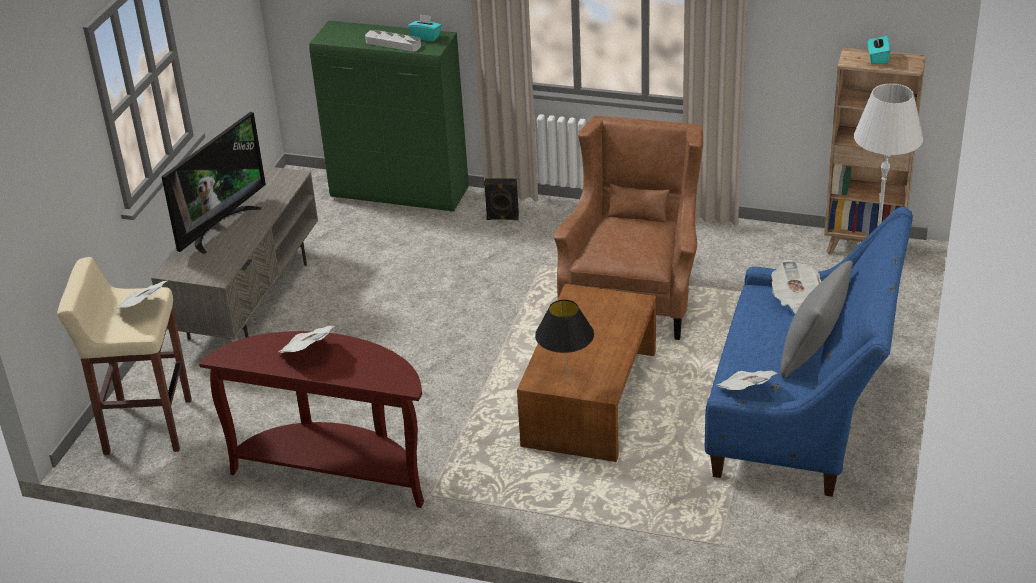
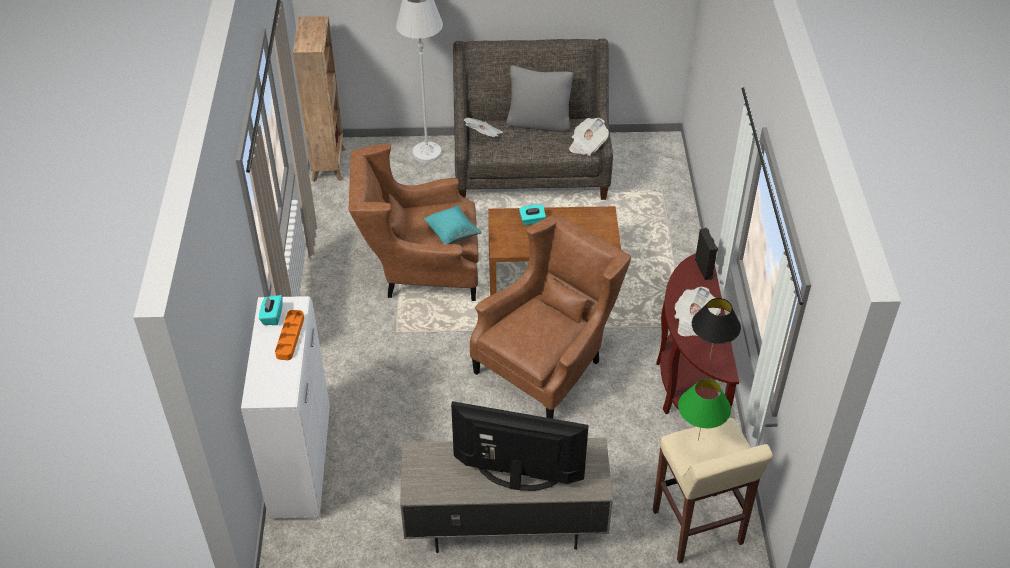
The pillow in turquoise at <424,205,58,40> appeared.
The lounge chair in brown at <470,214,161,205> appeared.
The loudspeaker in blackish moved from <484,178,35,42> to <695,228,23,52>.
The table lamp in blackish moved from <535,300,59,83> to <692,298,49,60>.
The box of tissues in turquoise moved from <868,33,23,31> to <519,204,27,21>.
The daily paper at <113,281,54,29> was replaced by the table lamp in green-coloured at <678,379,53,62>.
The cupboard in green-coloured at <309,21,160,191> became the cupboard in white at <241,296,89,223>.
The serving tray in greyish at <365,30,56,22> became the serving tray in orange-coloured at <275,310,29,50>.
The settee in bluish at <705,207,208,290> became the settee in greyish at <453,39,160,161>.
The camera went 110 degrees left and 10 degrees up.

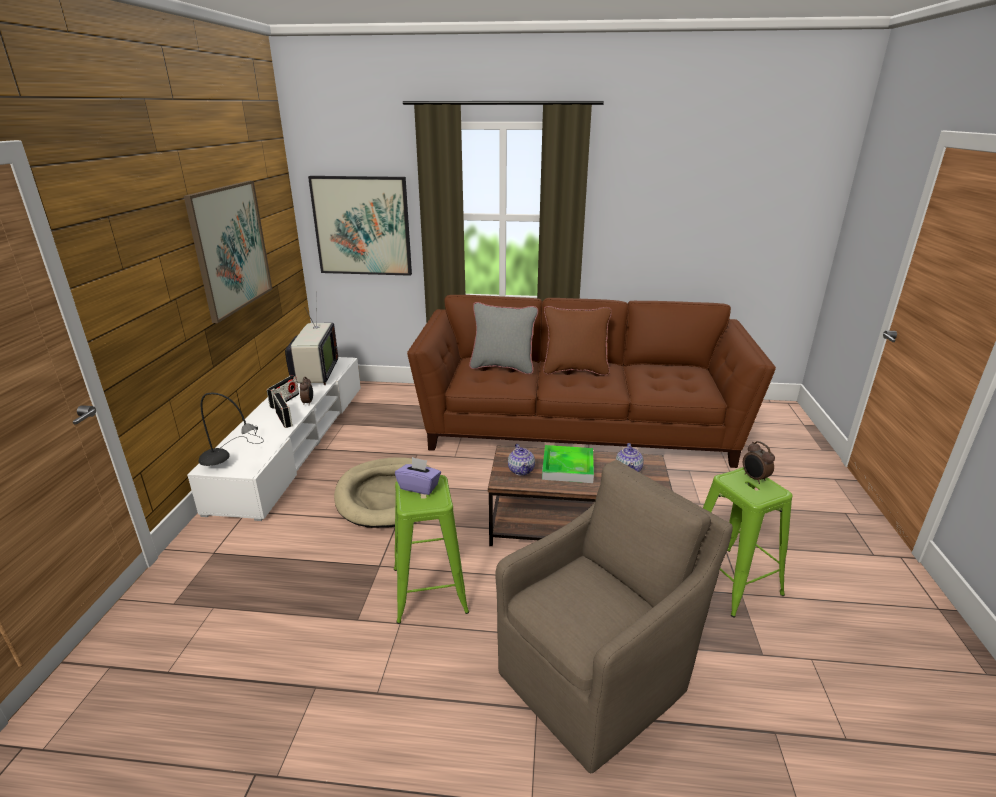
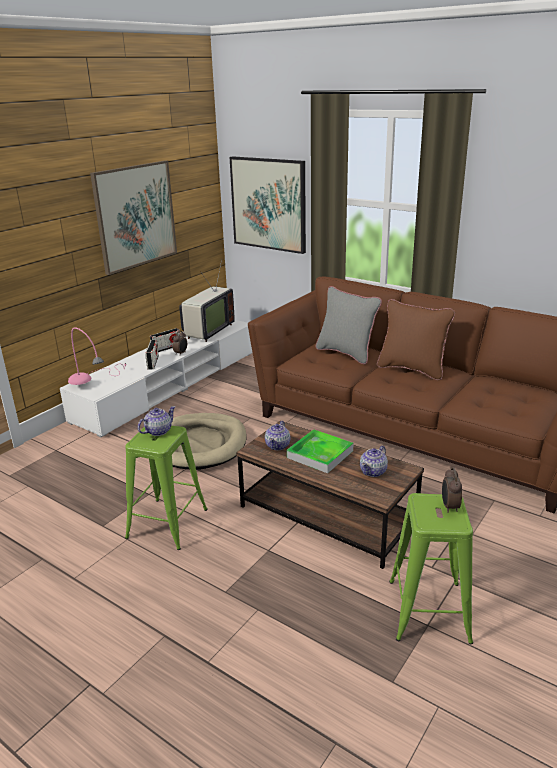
The lounge chair in brown at <495,460,238,313> disappeared.
The box of tissues in purple-coloured at <395,457,46,38> was replaced by the teapot at <138,406,37,30>.
The table lamp in greyish at <199,393,65,73> became the table lamp in pinkish at <68,327,58,58>.
The camera went 30 degrees right and 0 degrees up.

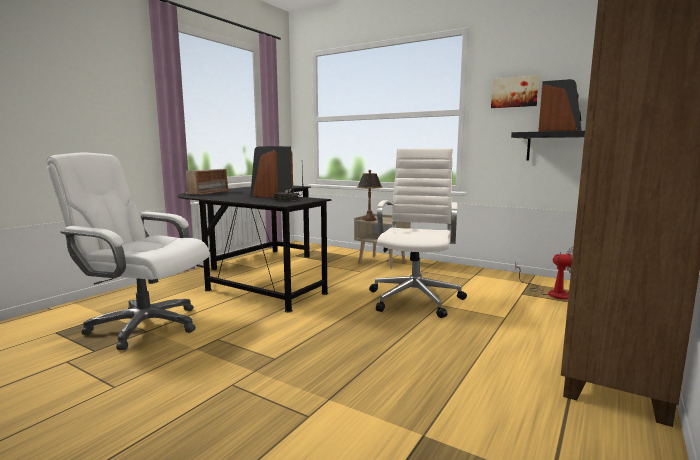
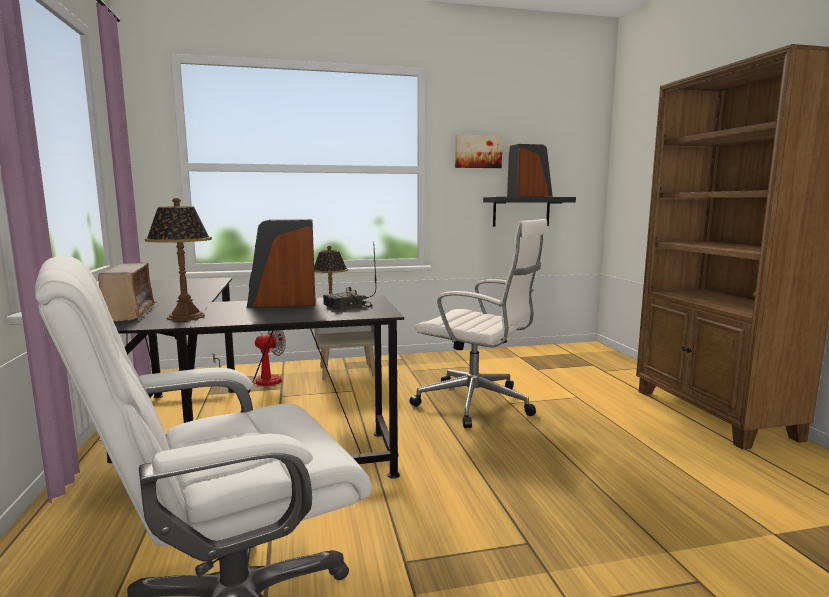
The table lamp at <145,198,67,123> appeared.
The fan moved from <515,247,58,53> to <213,330,73,56>.
The computer chair in white at <369,148,98,170> turned 150 degrees clockwise.
The camera went 45 degrees left and 0 degrees up.

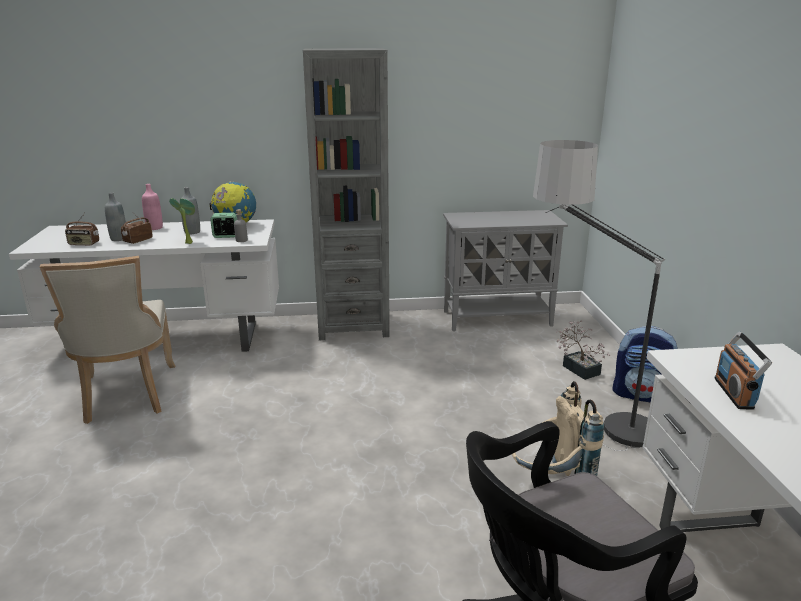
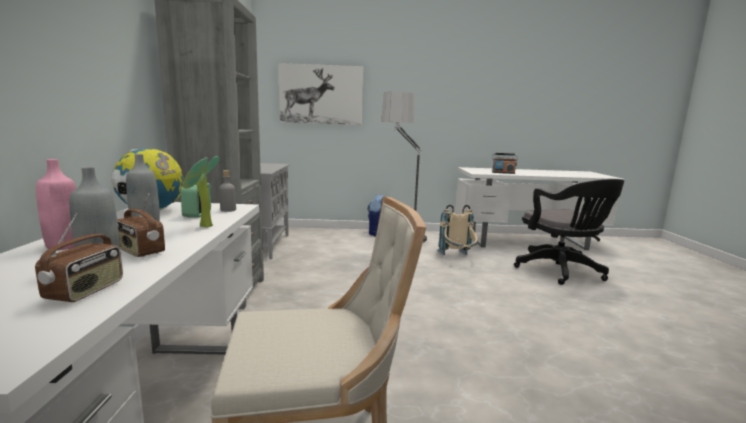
The potted plant at <556,321,54,59> disappeared.
The picture at <279,63,84,62> appeared.
The camera went 85 degrees left and 10 degrees down.

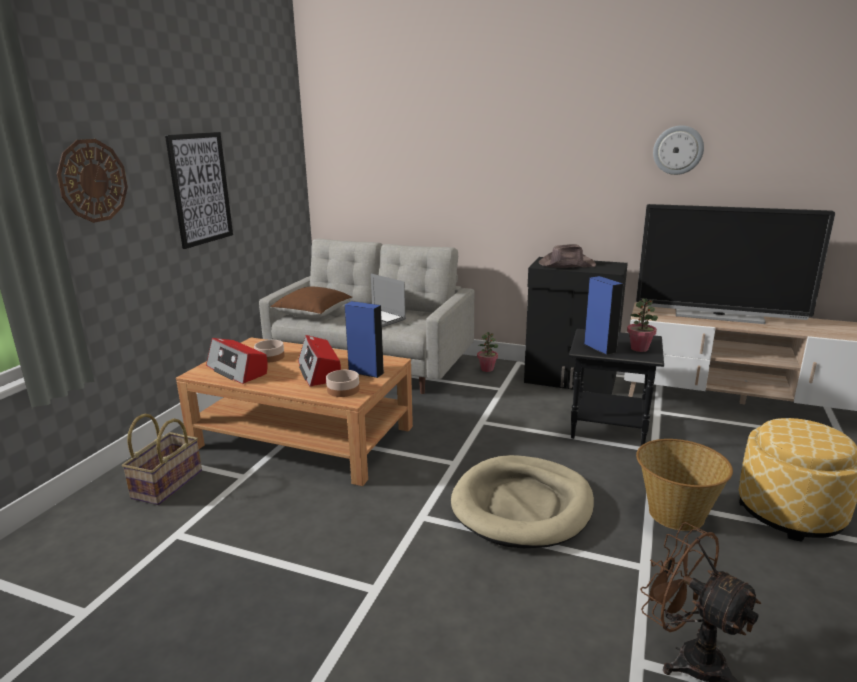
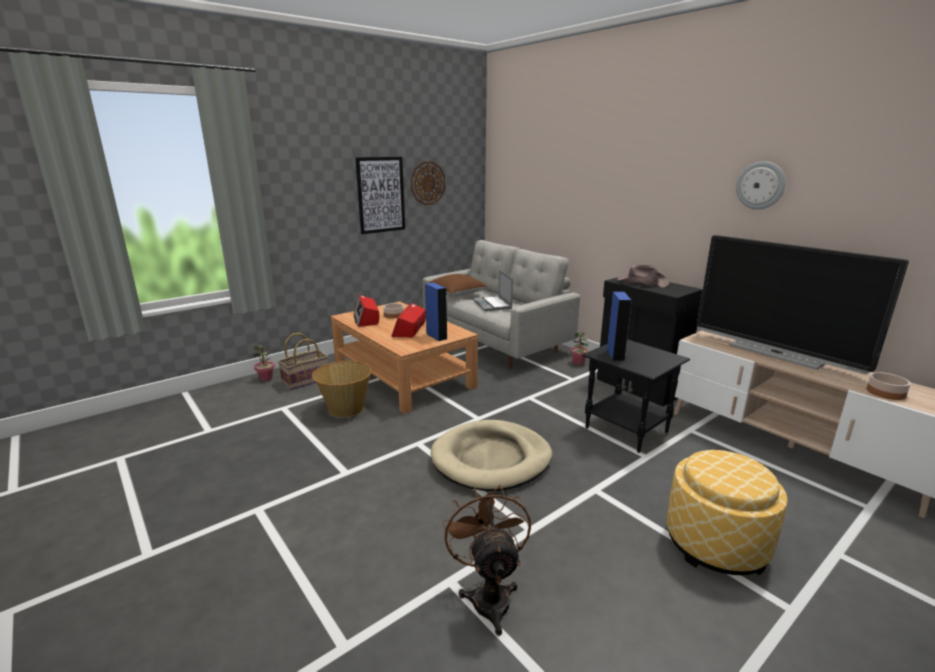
The hanging clock moved from <57,139,71,84> to <411,162,34,43>.
The serving bowl moved from <326,370,33,27> to <866,372,45,28>.
The potted plant moved from <627,298,31,54> to <253,345,22,36>.
The household basket moved from <636,439,97,92> to <312,361,60,56>.
The camera went 30 degrees right and 0 degrees up.

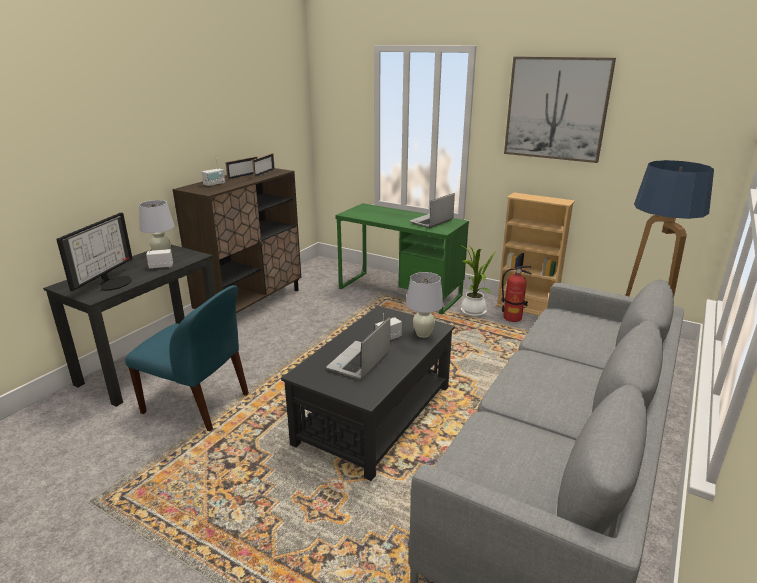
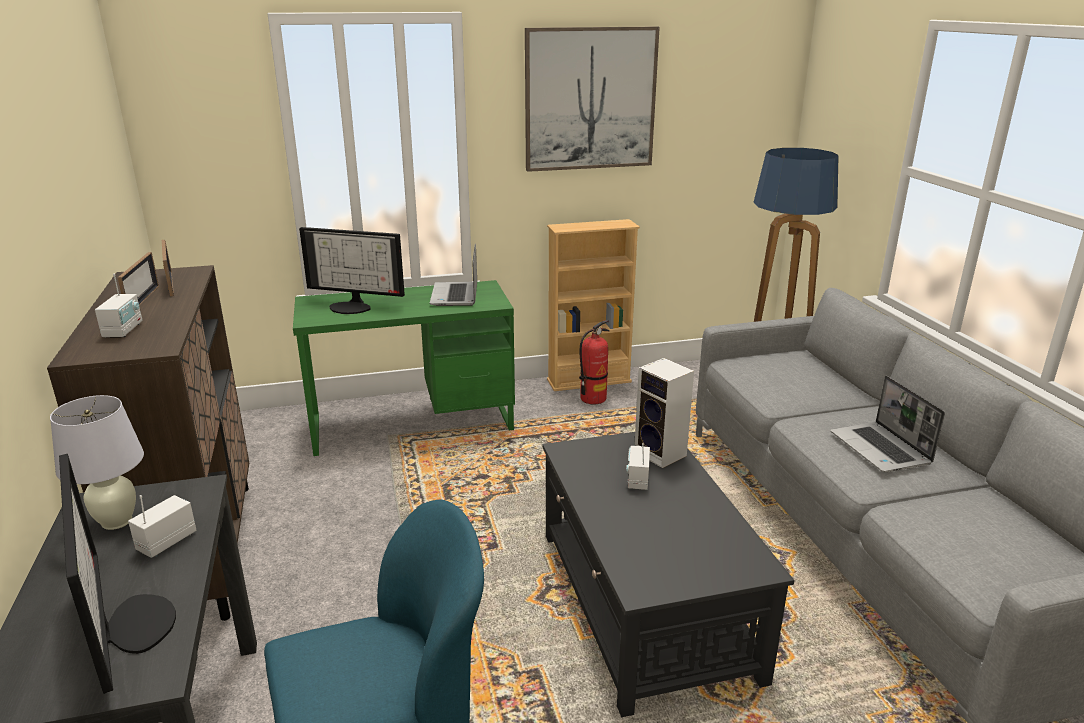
The potted plant at <461,246,35,71> disappeared.
The computer screen at <299,227,106,87> appeared.
The laptop moved from <326,317,64,62> to <831,376,114,96>.
The table lamp in white at <406,272,38,66> was replaced by the loudspeaker at <634,358,60,110>.
The camera went 45 degrees left and 0 degrees up.

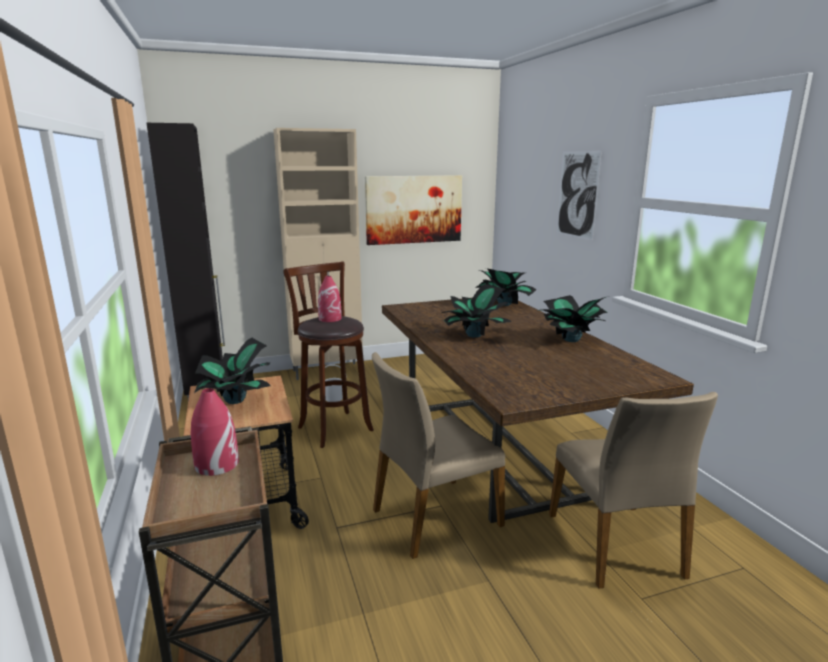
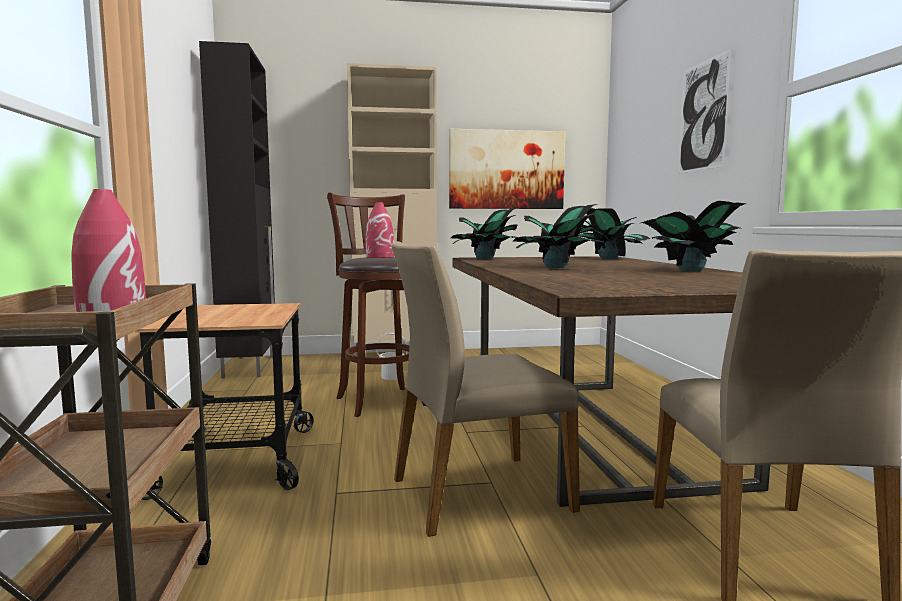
The potted plant moved from <194,338,77,66> to <451,208,67,51>.
The camera went 10 degrees right and 10 degrees down.

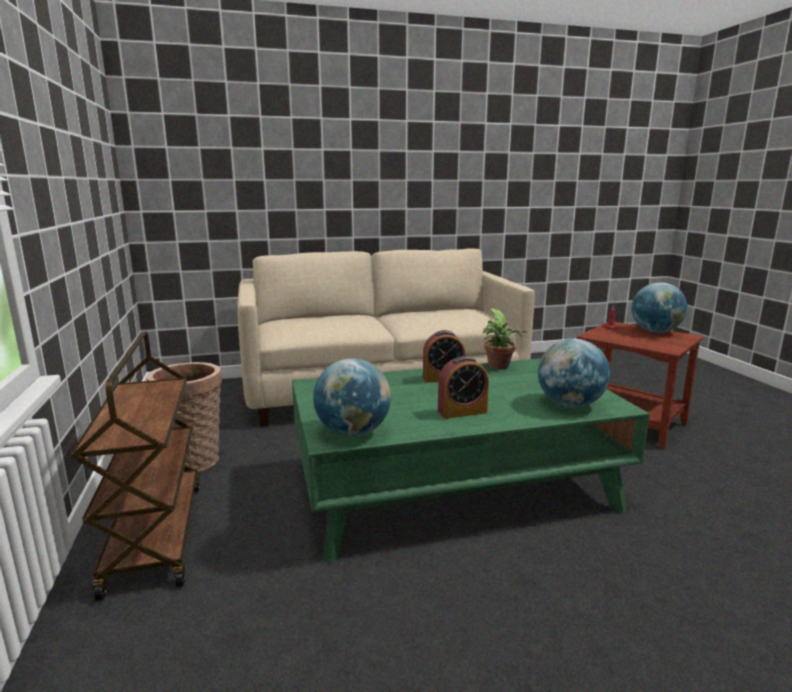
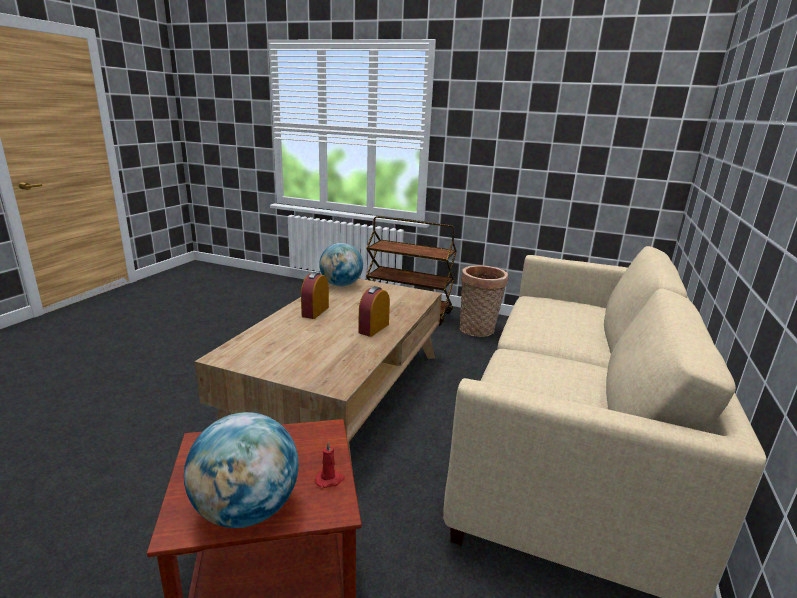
The potted plant at <483,308,44,61> disappeared.
The globe at <538,339,72,68> disappeared.
The low table in green-coloured at <292,358,358,205> became the low table in brown at <195,279,247,192>.
The camera went 125 degrees right and 5 degrees up.

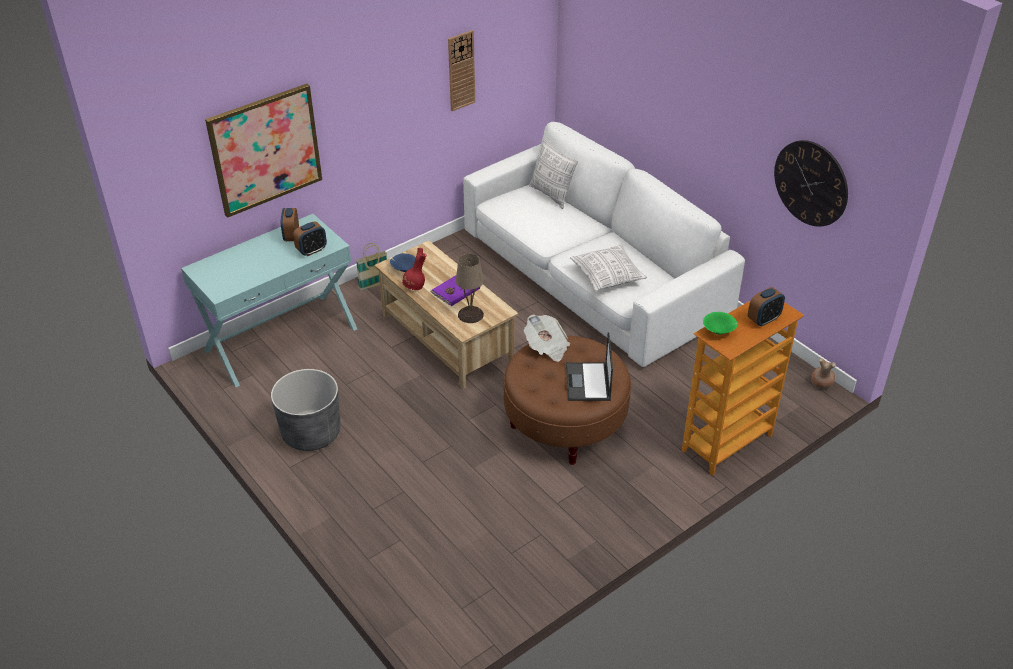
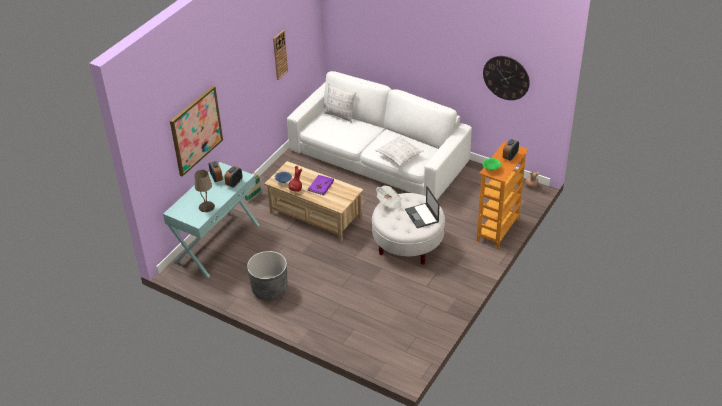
The table lamp in sand-coloured moved from <456,254,28,69> to <195,170,20,42>.
The ottoman in brown at <504,335,127,130> became the ottoman in white at <372,193,73,72>.
The camera went 20 degrees left and 0 degrees up.

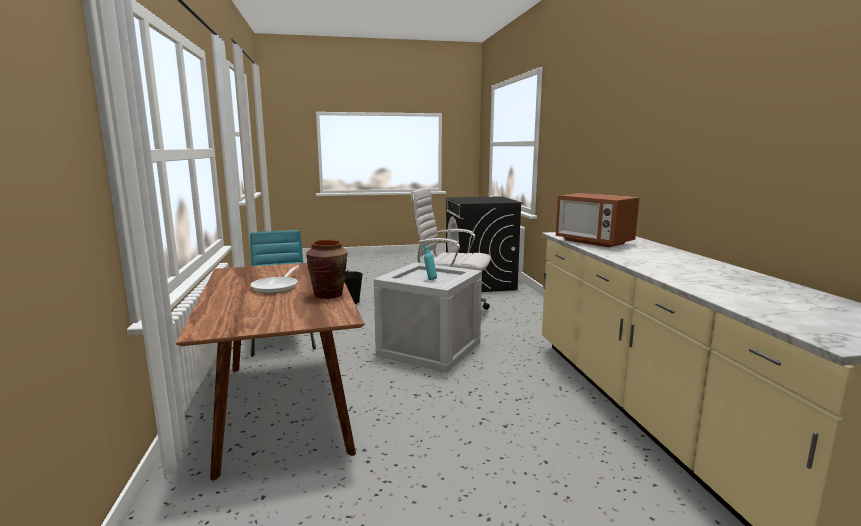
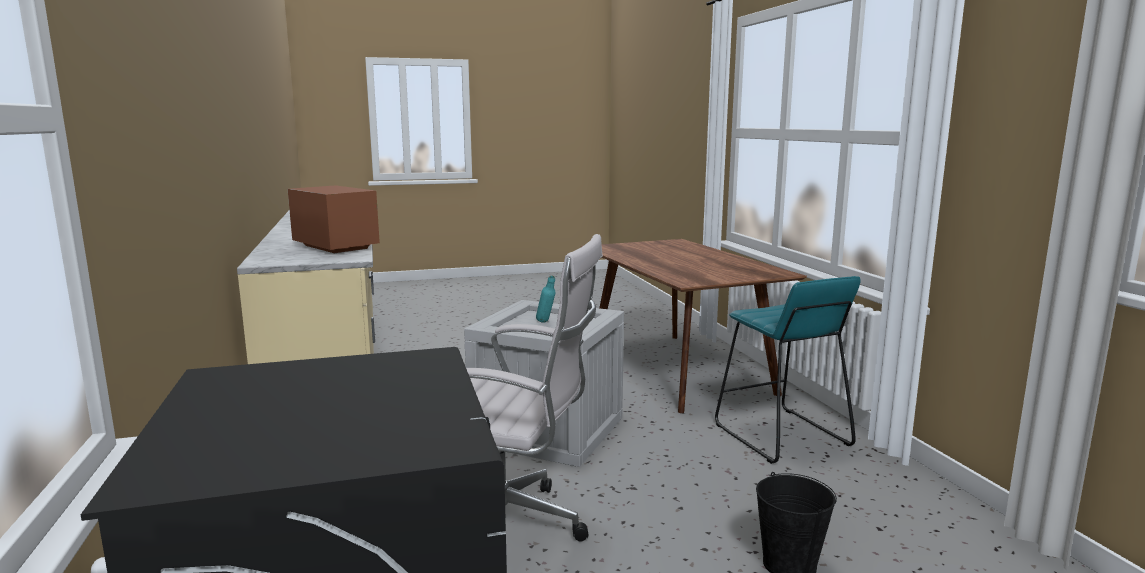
The pan at <250,266,49,28> disappeared.
The flower vase in brown at <306,240,42,59> disappeared.
The camera went 175 degrees right and 0 degrees up.

